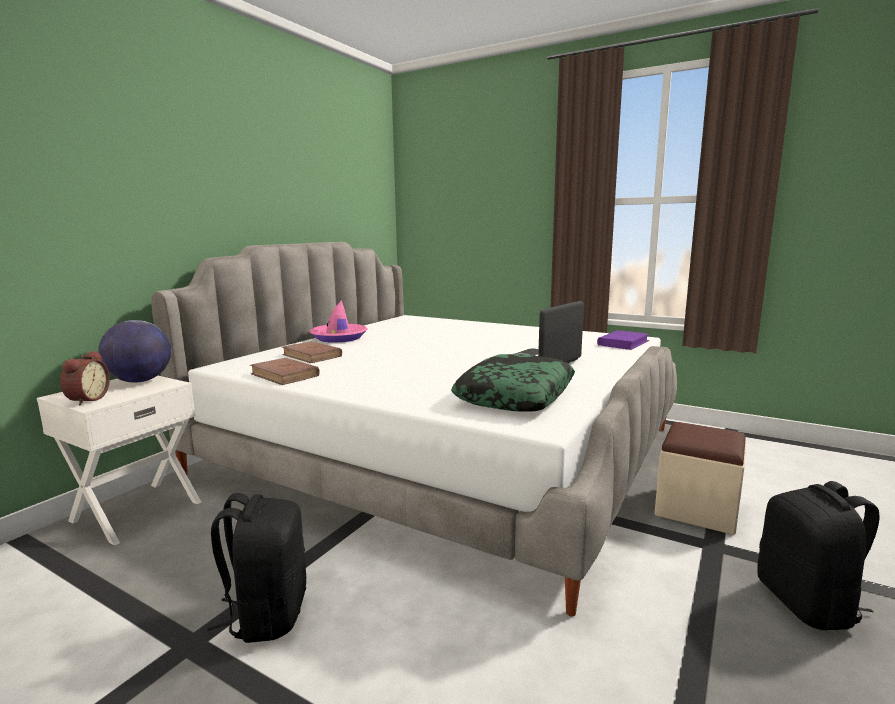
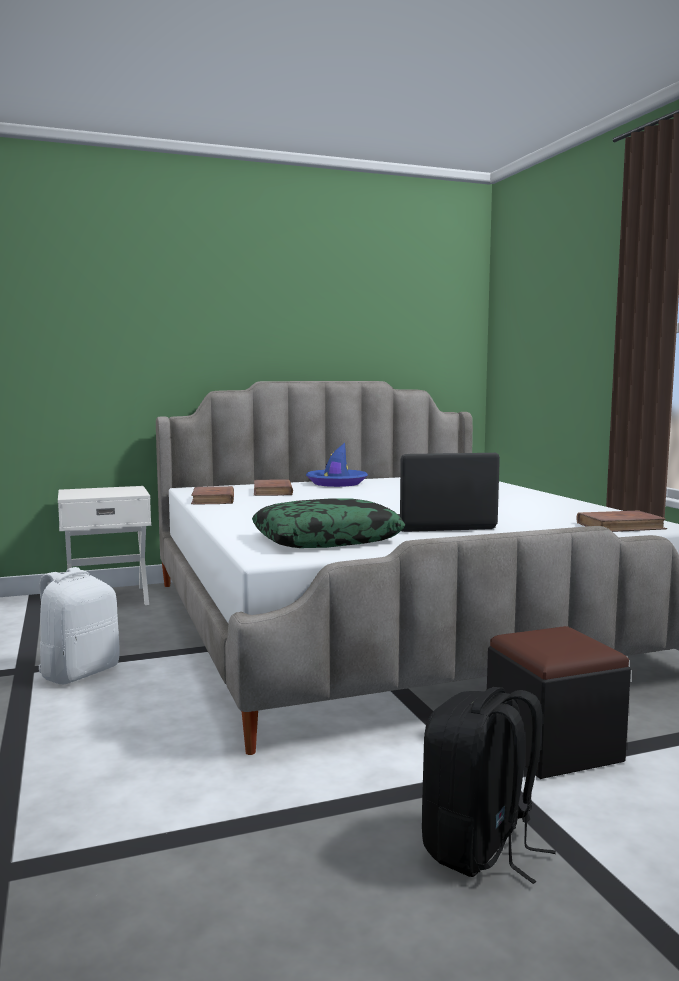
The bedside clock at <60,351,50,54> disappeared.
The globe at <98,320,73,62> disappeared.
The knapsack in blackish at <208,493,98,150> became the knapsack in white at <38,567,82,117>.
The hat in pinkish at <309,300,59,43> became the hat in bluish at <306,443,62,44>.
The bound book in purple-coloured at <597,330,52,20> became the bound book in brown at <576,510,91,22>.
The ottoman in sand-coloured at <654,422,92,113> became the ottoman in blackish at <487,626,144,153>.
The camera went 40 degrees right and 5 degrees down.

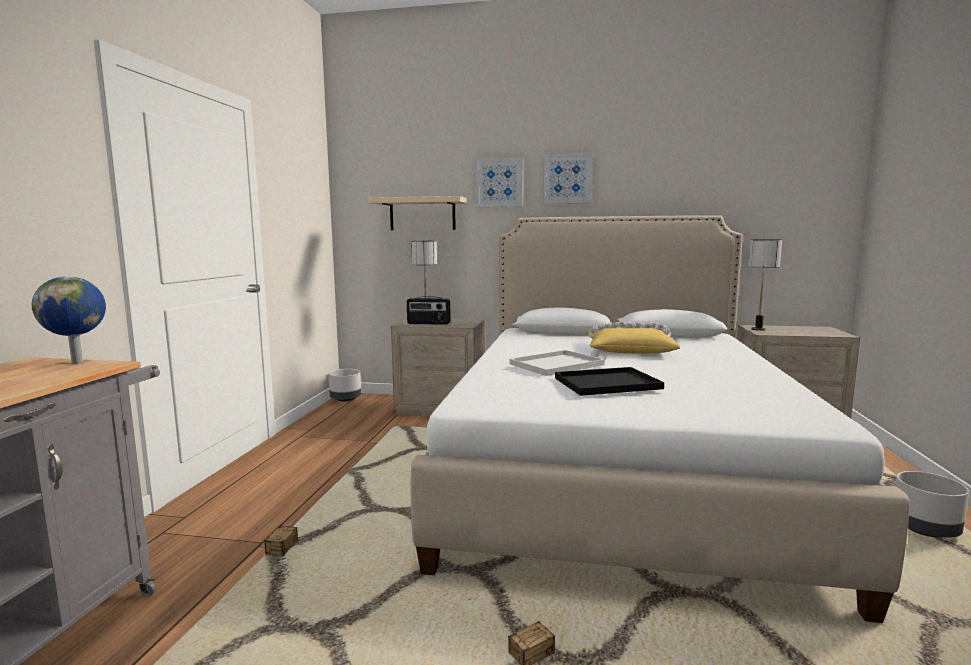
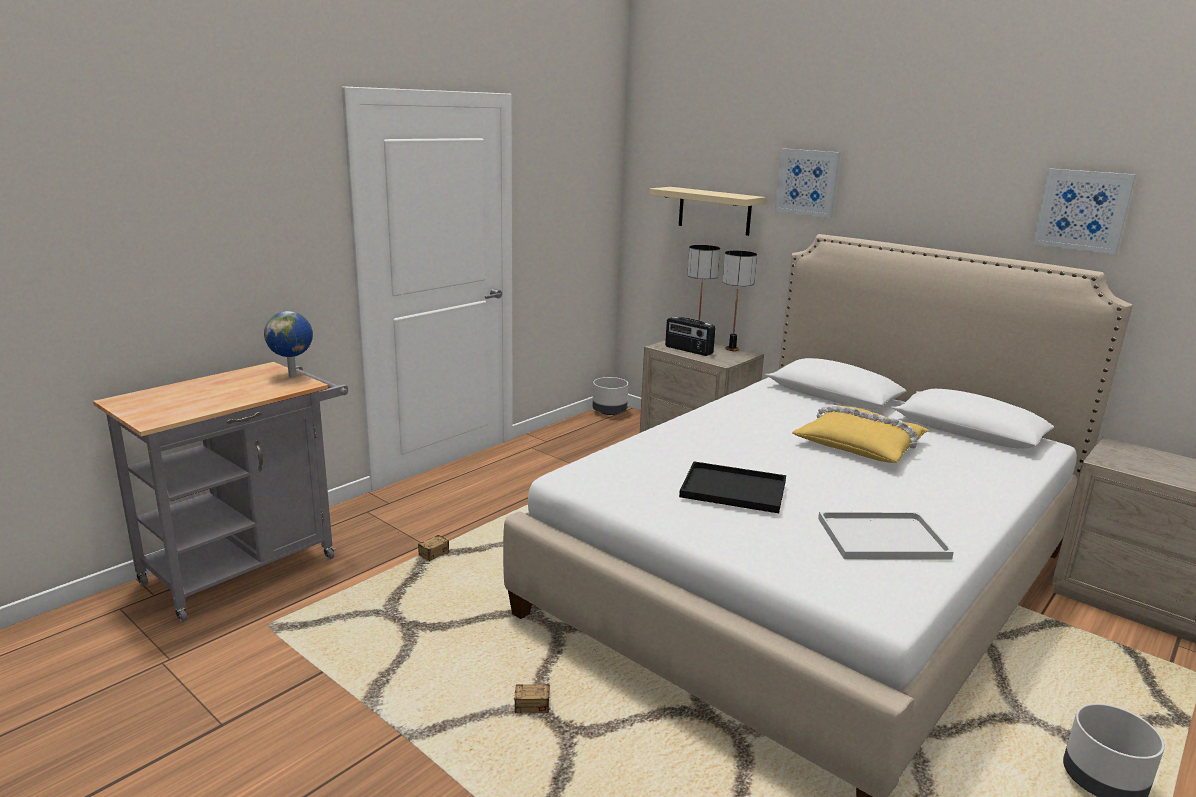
The serving tray in white moved from <509,350,96,26> to <818,512,136,47>.
The picture moved from <543,153,50,51> to <1032,169,104,85>.
The table lamp moved from <748,239,34,91> to <723,251,34,100>.
The camera went 30 degrees right and 10 degrees up.

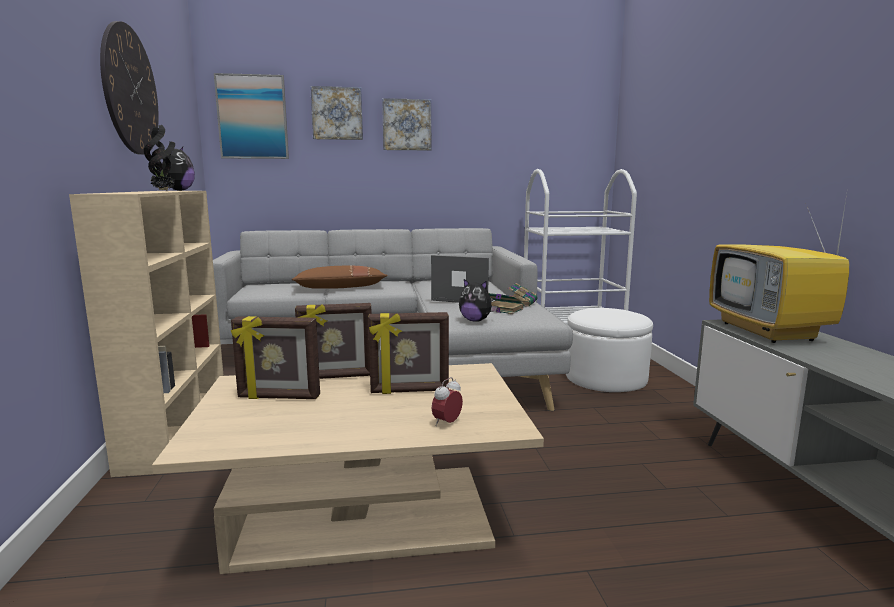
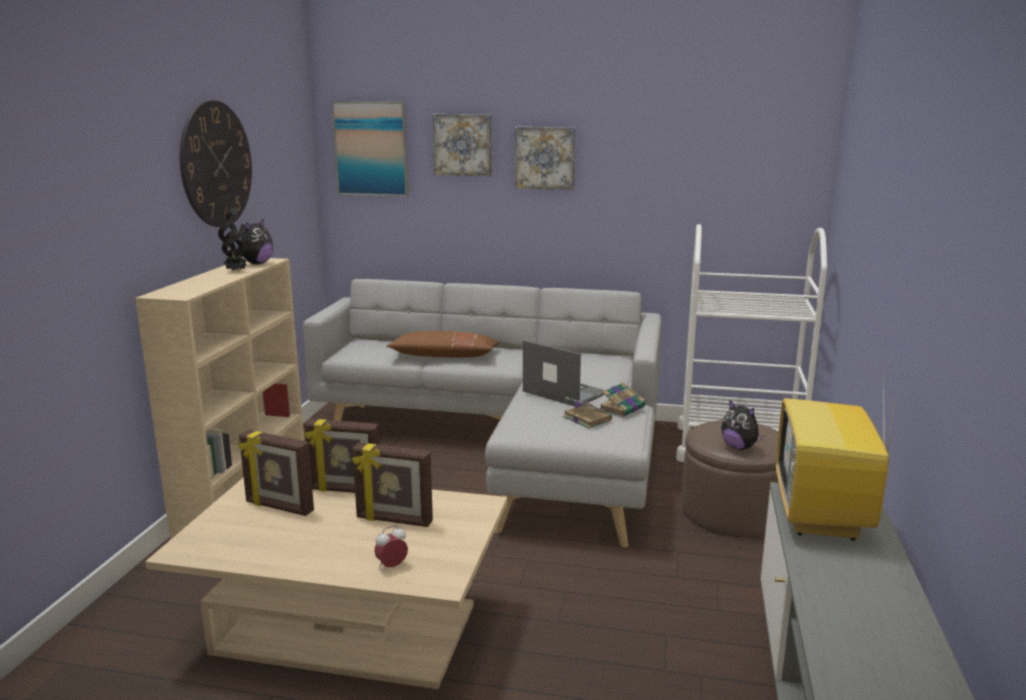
The soft toy moved from <459,279,38,43> to <721,400,44,50>.
The ottoman in white at <566,308,87,84> became the ottoman in brown at <682,420,97,117>.
The camera went 20 degrees right and 5 degrees up.

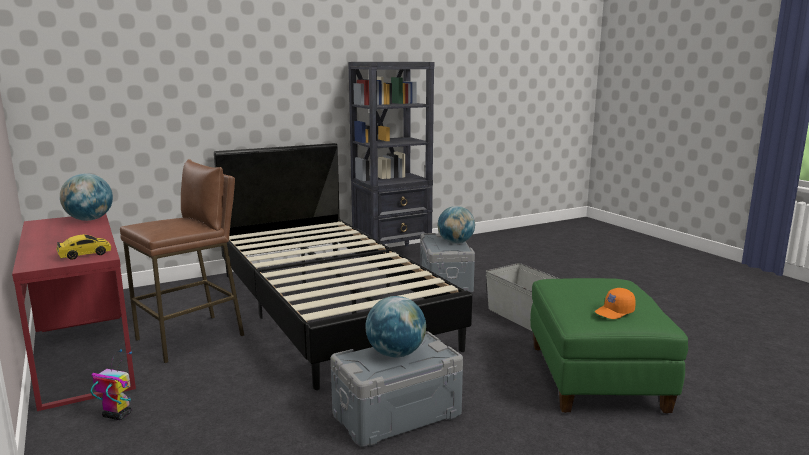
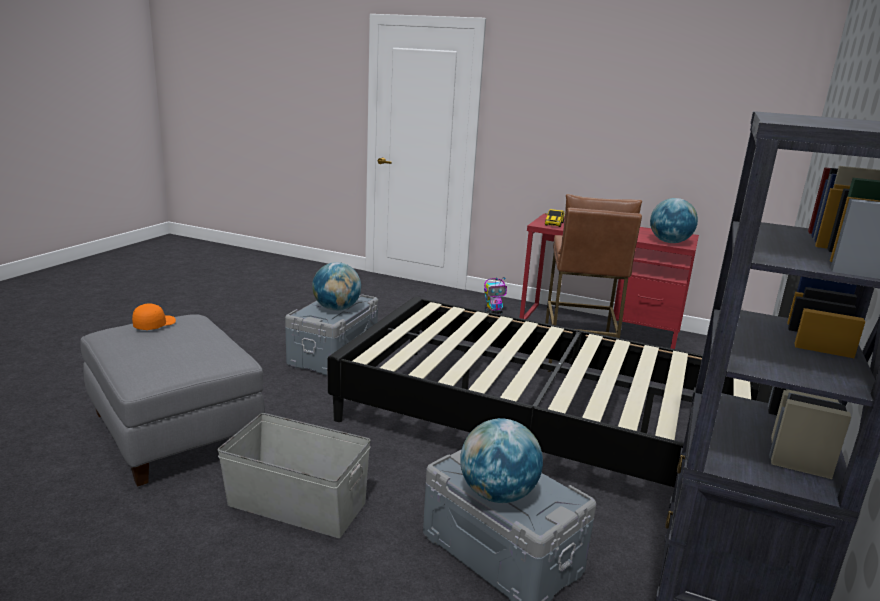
The ottoman in green-coloured at <530,278,158,135> became the ottoman in greyish at <80,314,185,173>.
The camera went 140 degrees right and 5 degrees up.

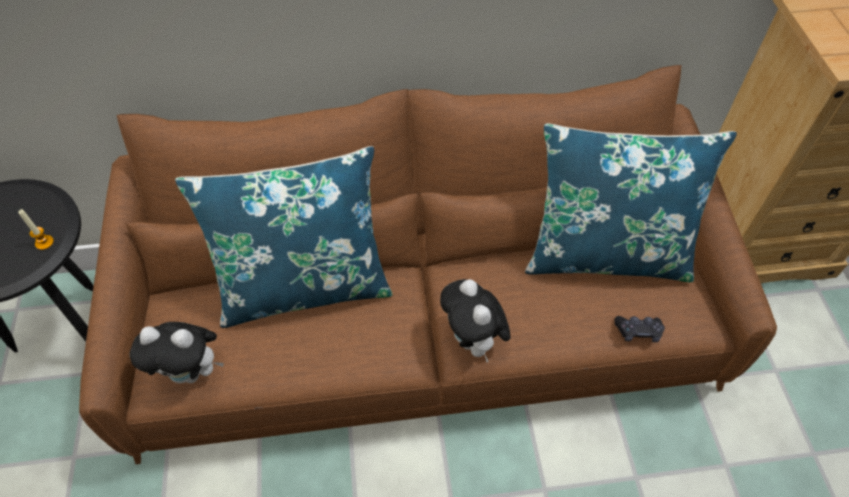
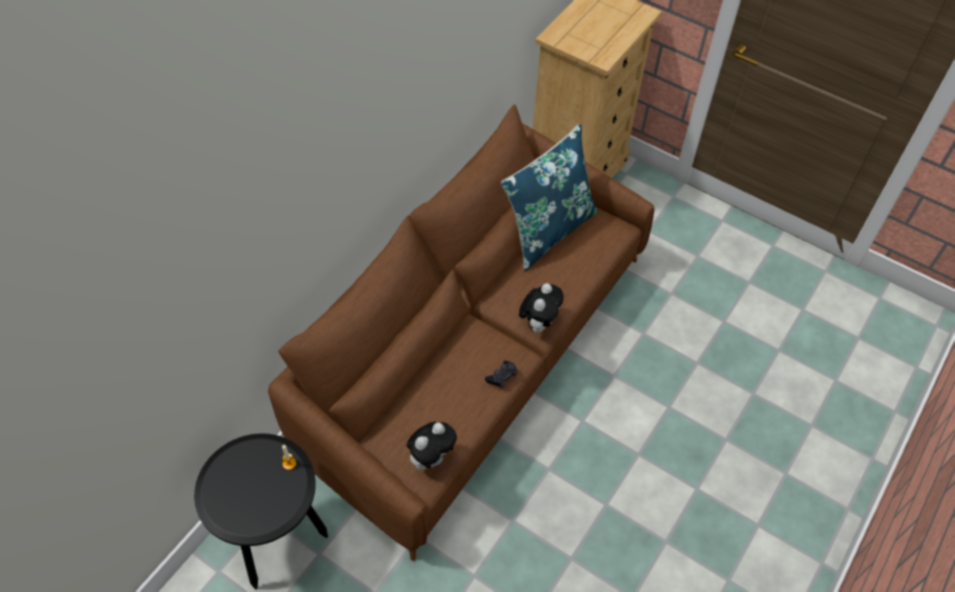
The pillow in bluish at <175,146,218,182> disappeared.
The gamepad in blackish moved from <614,316,51,26> to <485,361,32,27>.
The soft toy at <440,279,71,84> turned 90 degrees counterclockwise.
The camera went 50 degrees left and 0 degrees up.

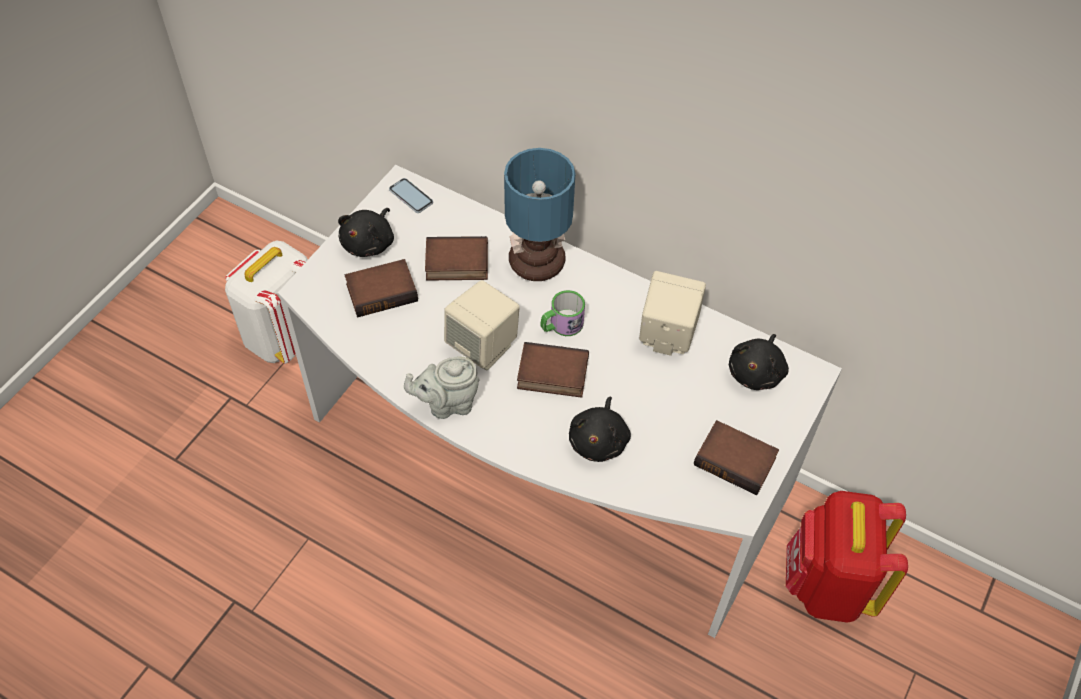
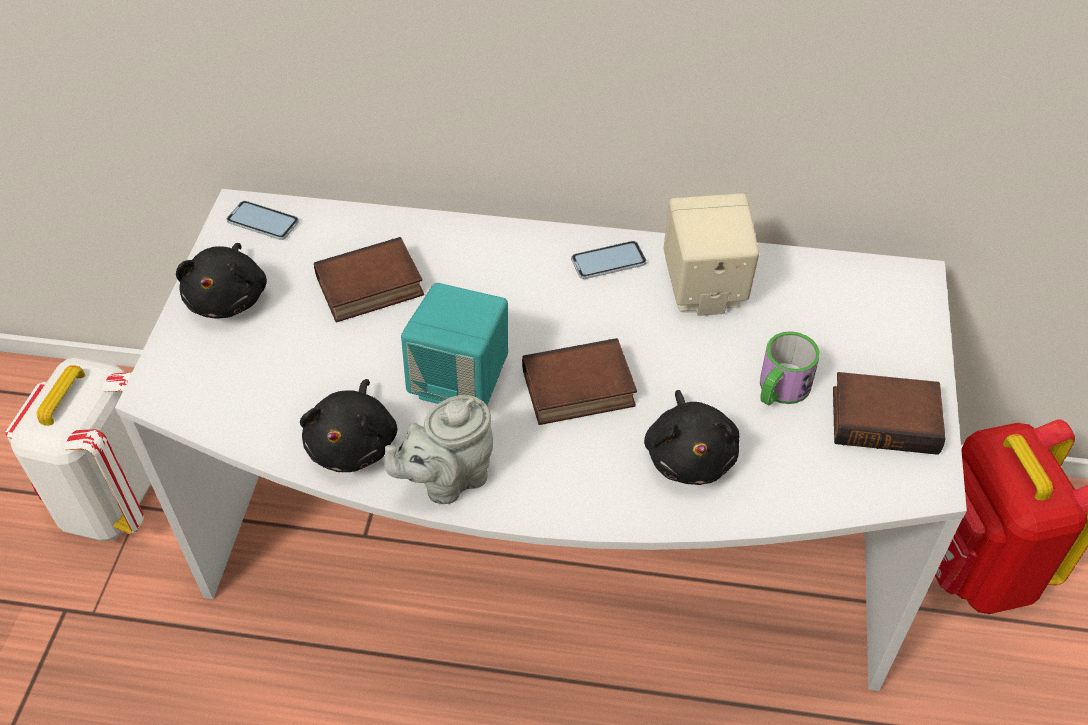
The bound book at <345,259,73,58> disappeared.
The table lamp at <504,148,72,133> disappeared.
The telephone at <571,241,76,38> appeared.
The tea mug moved from <541,290,44,46> to <760,331,60,74>.
The soft toy in blackish moved from <729,334,60,56> to <300,379,98,93>.
The loudspeaker in sand-coloured at <444,280,76,90> became the loudspeaker in turquoise at <401,283,107,122>.
The camera went 20 degrees left and 5 degrees down.

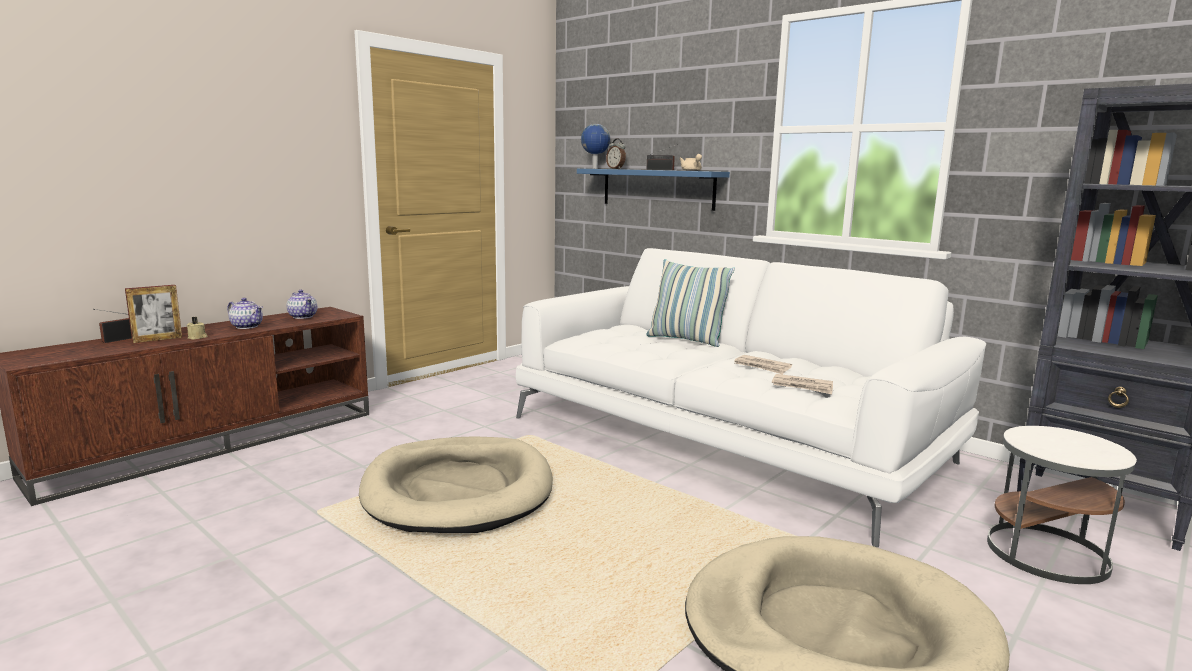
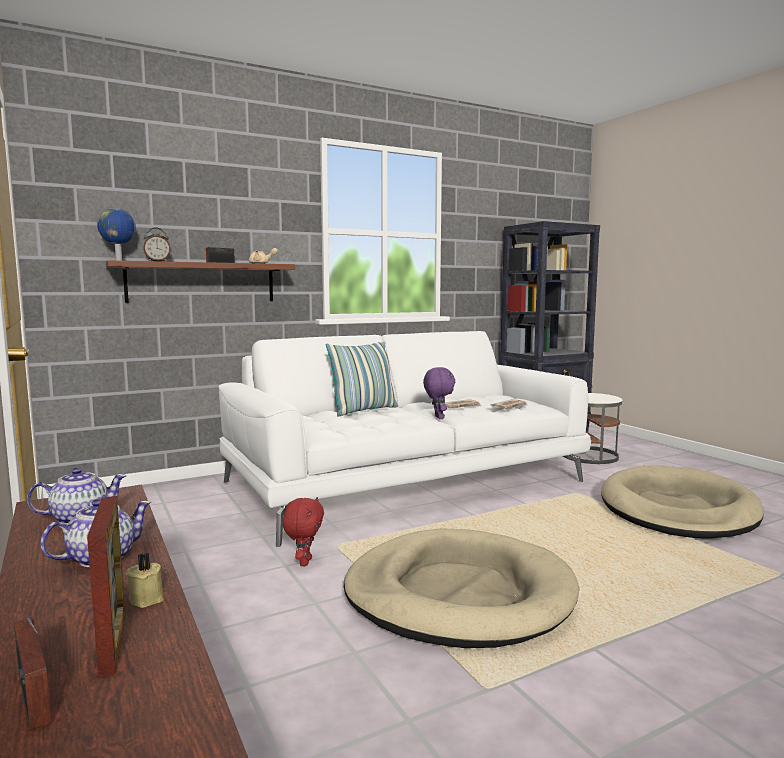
The soft toy in red at <283,497,41,69> appeared.
The soft toy in purple-coloured at <423,367,32,52> appeared.
The shelf in bluish at <577,169,153,42> became the shelf in brown at <106,260,189,43>.
The camera went 70 degrees left and 5 degrees down.

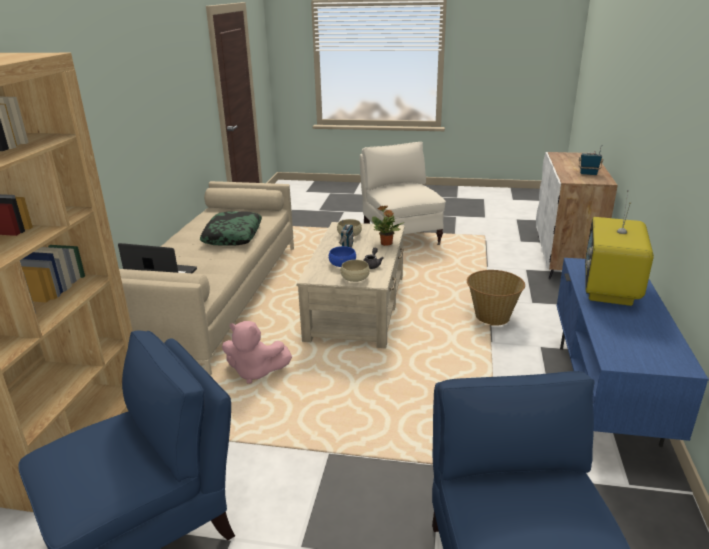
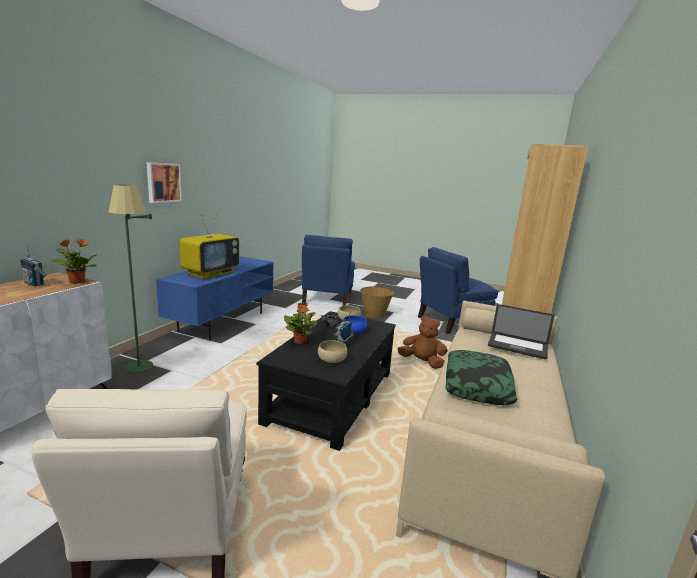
The potted plant at <52,239,45,45> appeared.
The standard lamp in green-coloured at <109,184,44,189> appeared.
The picture at <146,162,36,41> appeared.
The household basket moved from <467,270,58,56> to <360,286,34,32>.
The soft toy in pinkish at <222,321,70,63> became the soft toy in brown at <398,315,50,54>.
The low table in sand-coloured at <296,222,109,127> became the low table in blackish at <256,311,140,140>.
The camera went 170 degrees left and 10 degrees down.

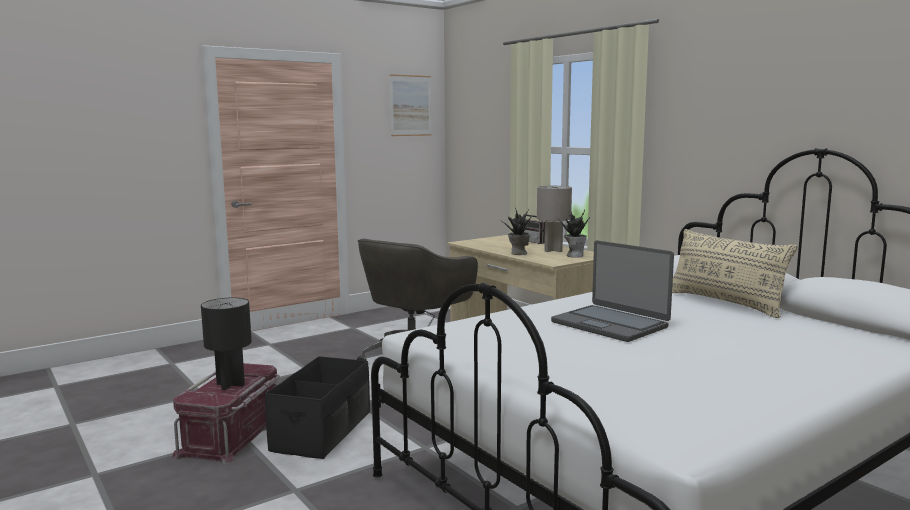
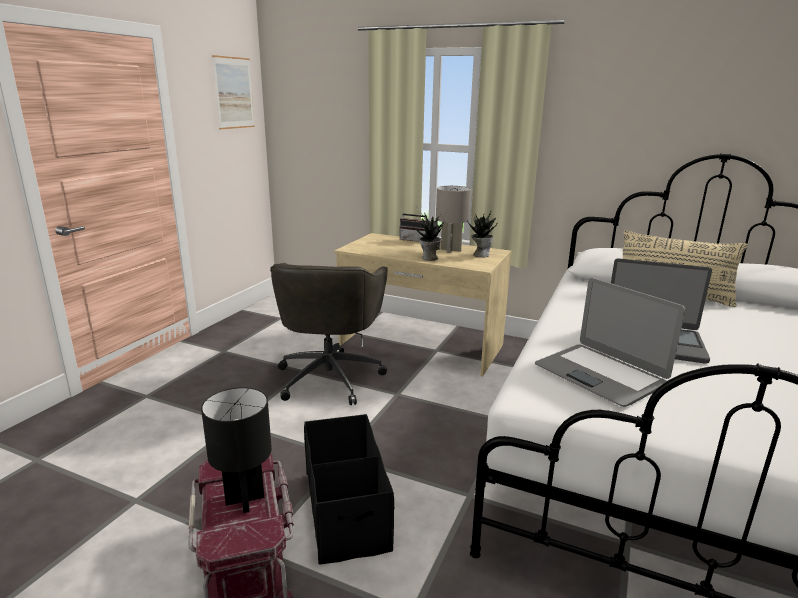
The laptop at <535,278,150,129> appeared.
The camera went 30 degrees left and 10 degrees up.

